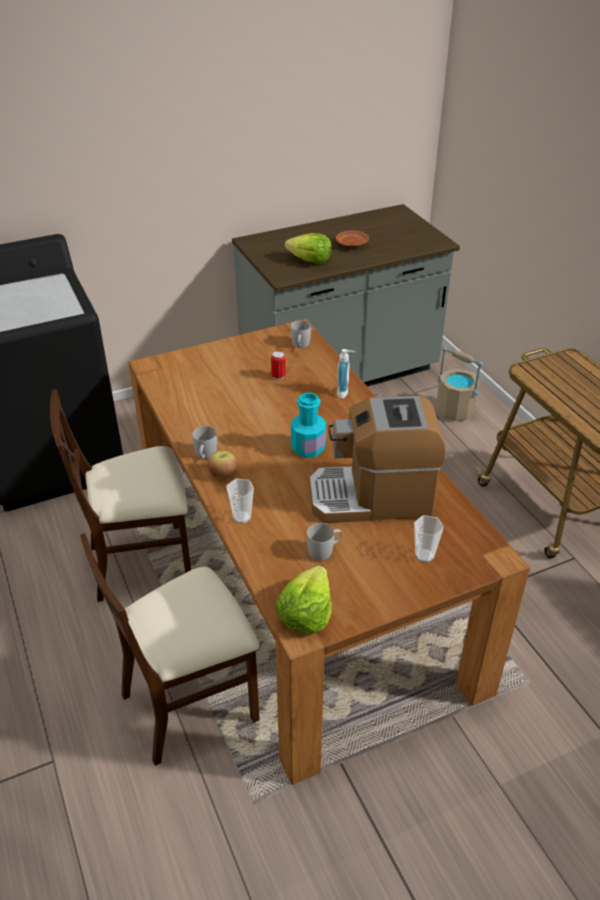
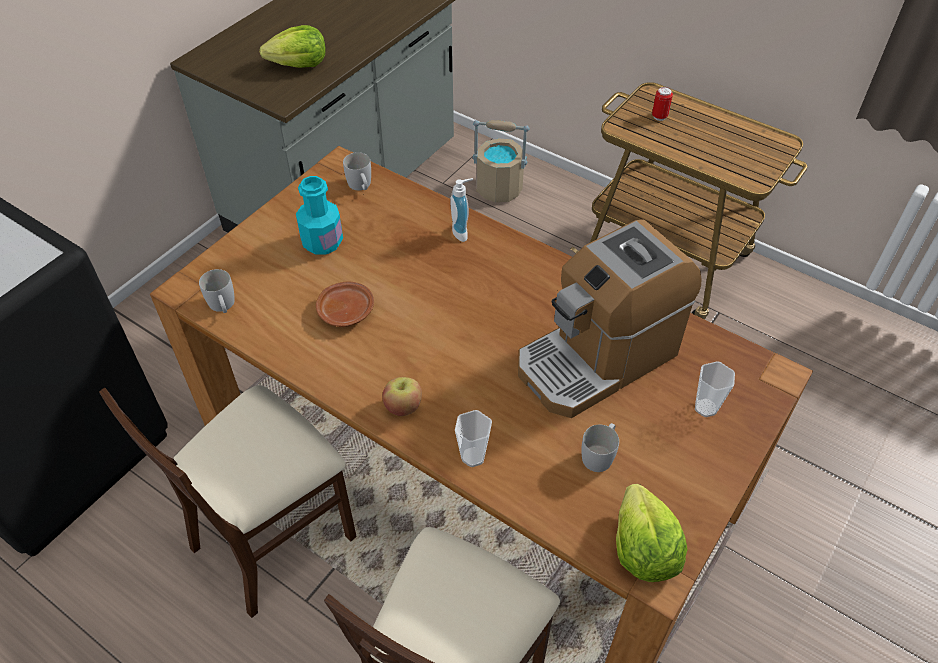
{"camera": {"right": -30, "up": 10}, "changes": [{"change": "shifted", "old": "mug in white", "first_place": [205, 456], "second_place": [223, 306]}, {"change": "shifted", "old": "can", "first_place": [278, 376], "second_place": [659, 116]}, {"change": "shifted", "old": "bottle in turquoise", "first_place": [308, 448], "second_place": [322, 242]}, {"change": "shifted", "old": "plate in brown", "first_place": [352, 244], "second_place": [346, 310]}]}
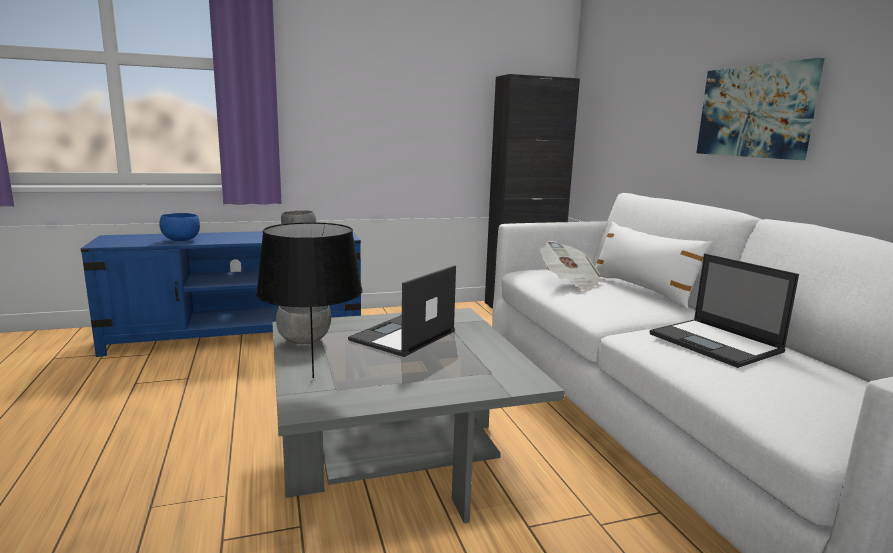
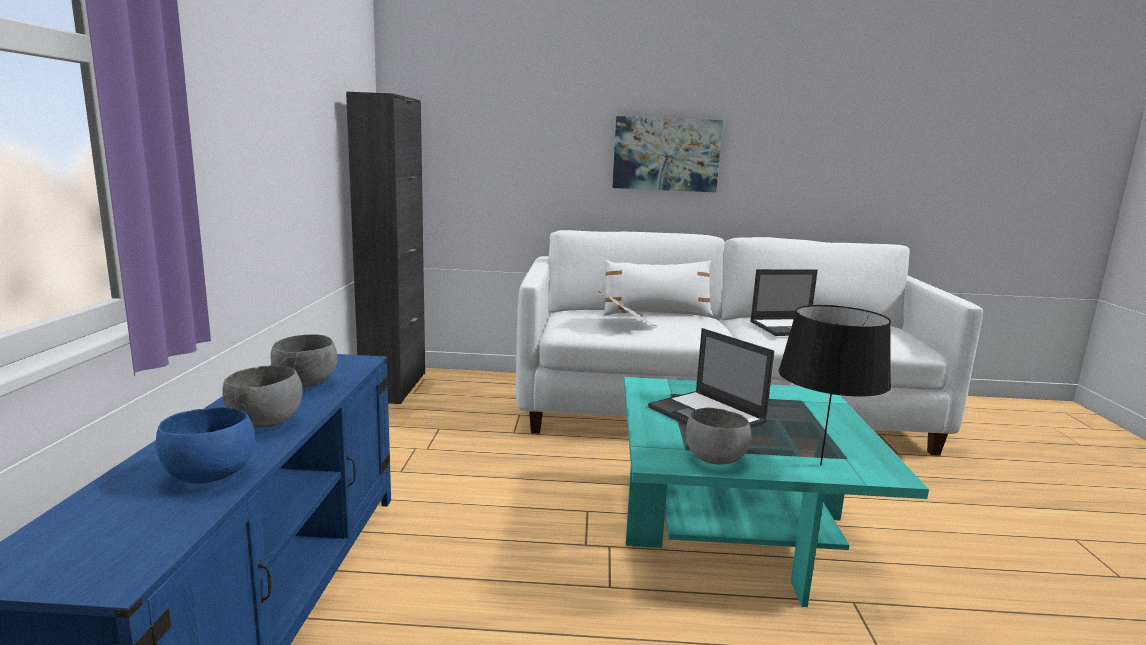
{"camera": {"right": -70, "up": 0}, "changes": [{"change": "new", "new": "bowl in grey", "second_place": [265, 423]}, {"change": "repainted", "old": "coffee table in grey", "new": "coffee table in turquoise", "first_place": [398, 457], "second_place": [737, 531]}]}
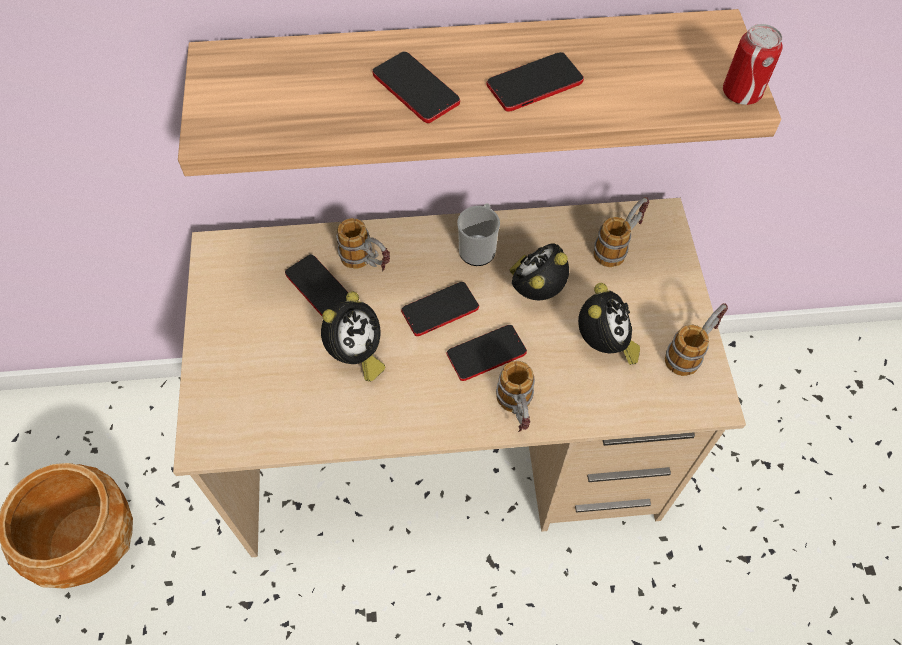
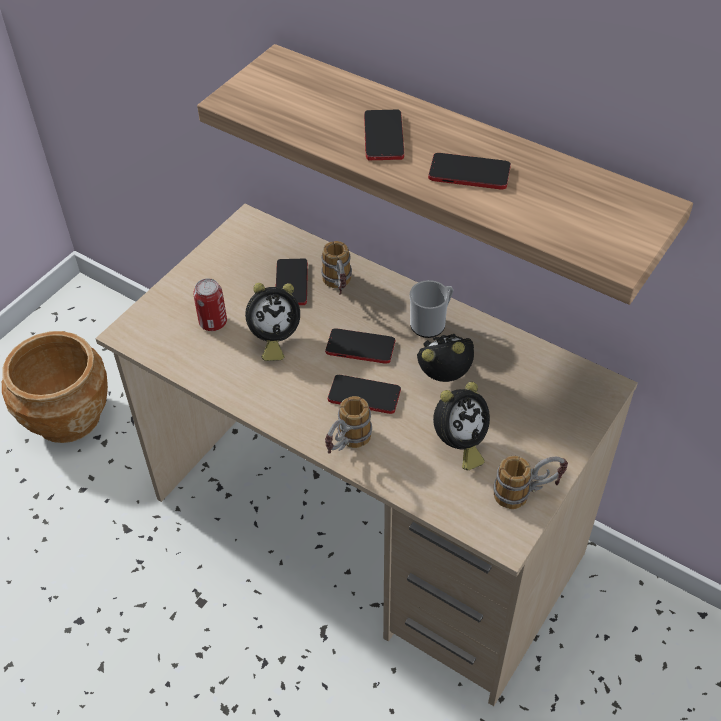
{"camera": {"right": 40, "up": -10}, "changes": [{"change": "gone", "old": "mug", "first_place": [618, 245]}, {"change": "shifted", "old": "can", "first_place": [741, 93], "second_place": [213, 322]}]}
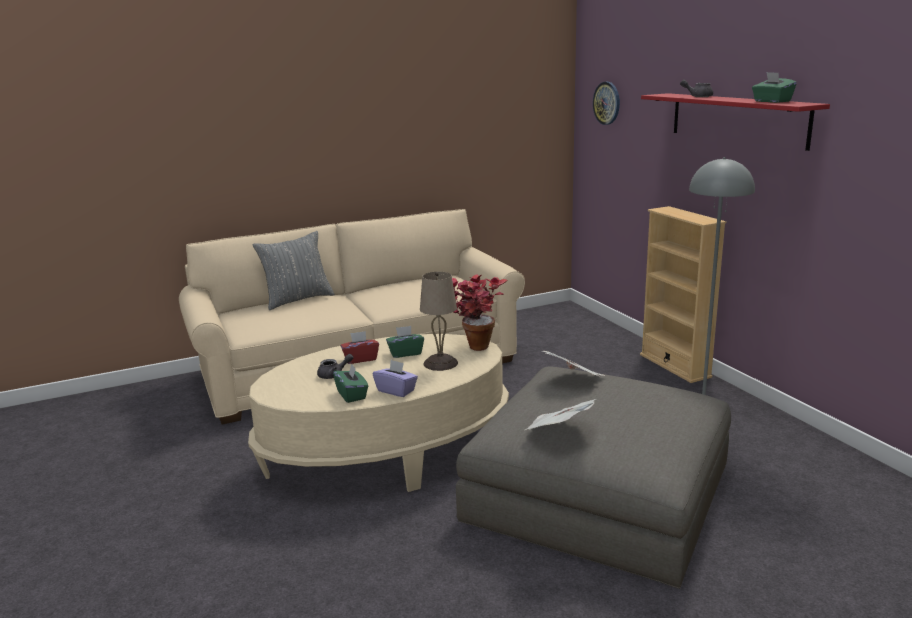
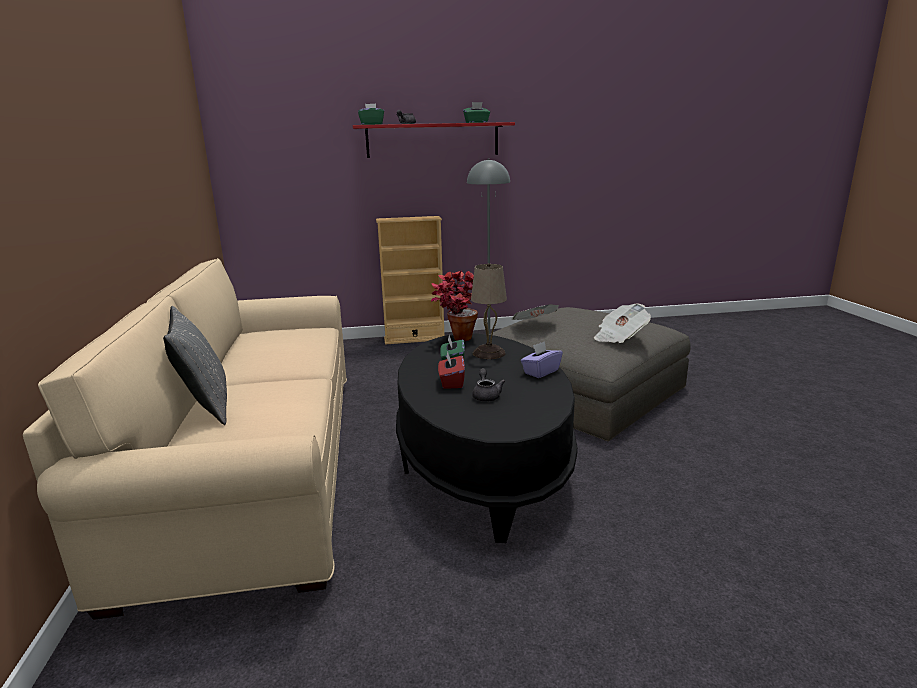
{"camera": {"right": -75, "up": 0}, "changes": [{"change": "gone", "old": "wall clock", "first_place": [607, 103]}, {"change": "shifted", "old": "tissue box in green", "first_place": [352, 395], "second_place": [371, 124]}, {"change": "repainted", "old": "coffee table in beige", "new": "coffee table in black", "first_place": [387, 453], "second_place": [482, 463]}]}
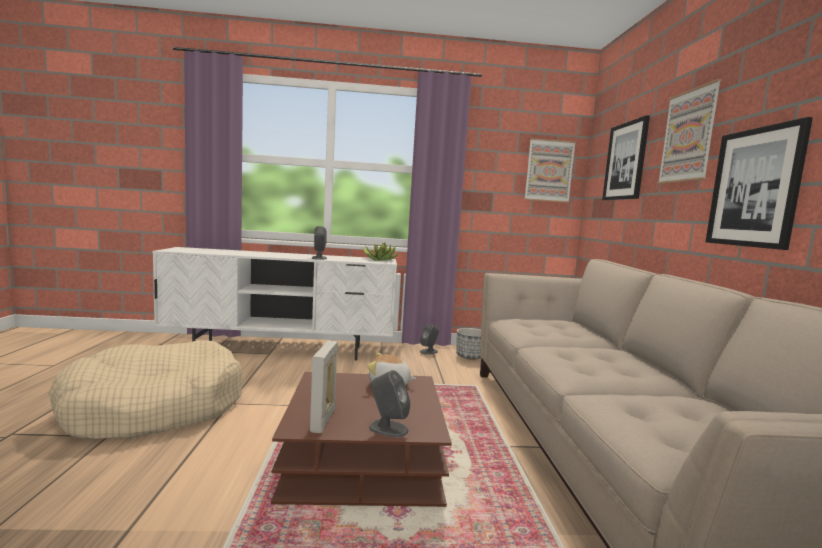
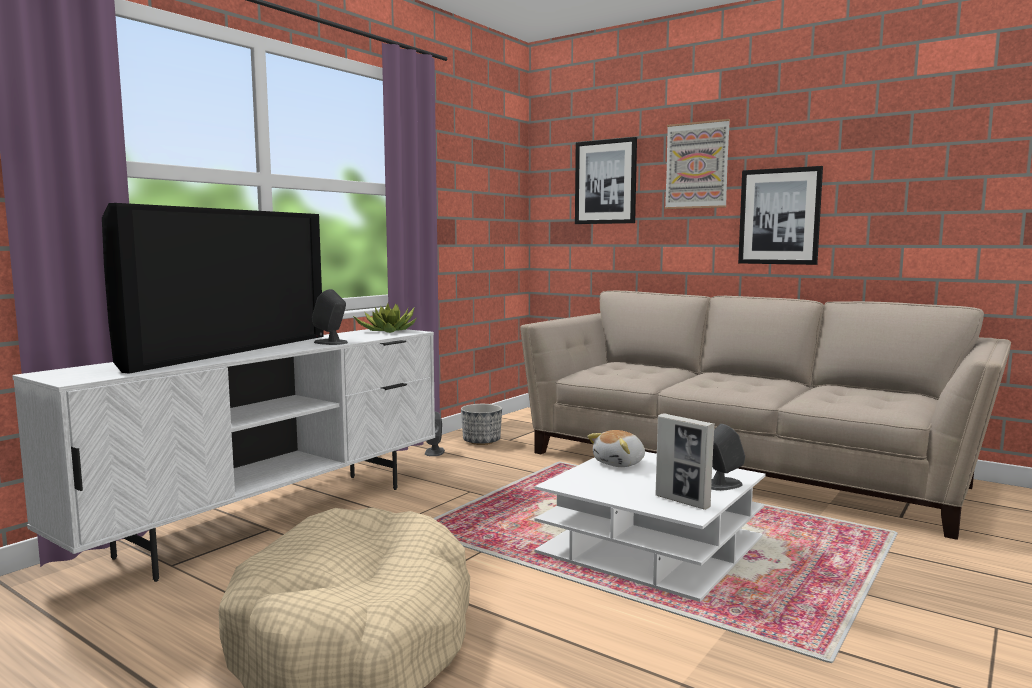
{"camera": {"right": -50, "up": 0}, "changes": [{"change": "gone", "old": "picture", "first_place": [549, 171]}, {"change": "new", "new": "television", "second_place": [230, 351]}, {"change": "repainted", "old": "coffee table in brown", "new": "coffee table in white", "first_place": [363, 458], "second_place": [651, 546]}]}
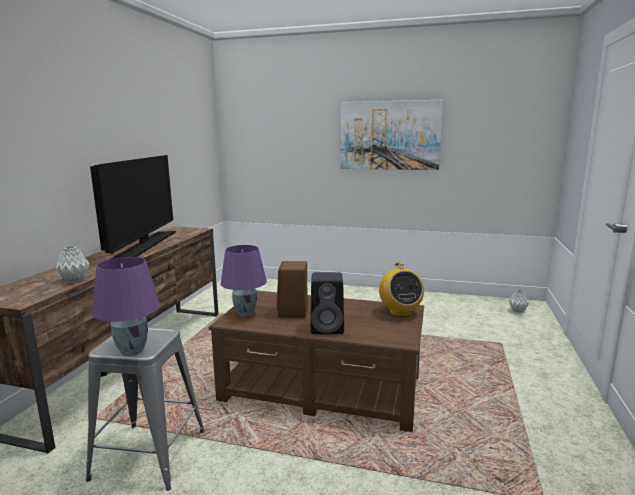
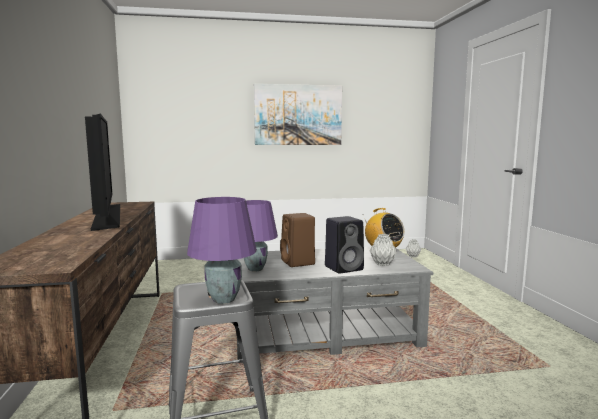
{"camera": {"right": -25, "up": -5}, "changes": [{"change": "shifted", "old": "vase in grey", "first_place": [75, 280], "second_place": [383, 264]}, {"change": "repainted", "old": "coffee table in brown", "new": "coffee table in grey", "first_place": [323, 388], "second_place": [325, 333]}]}
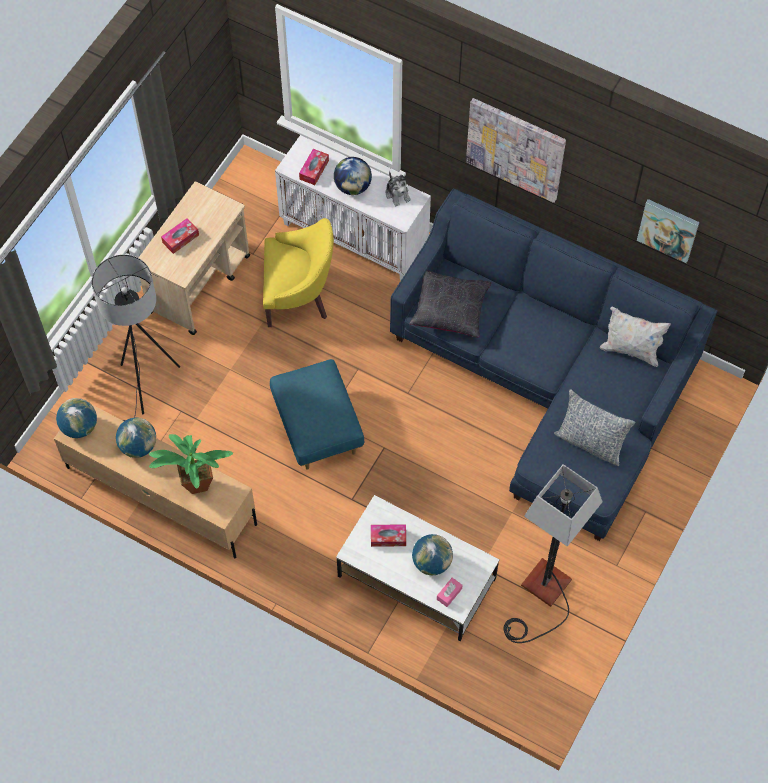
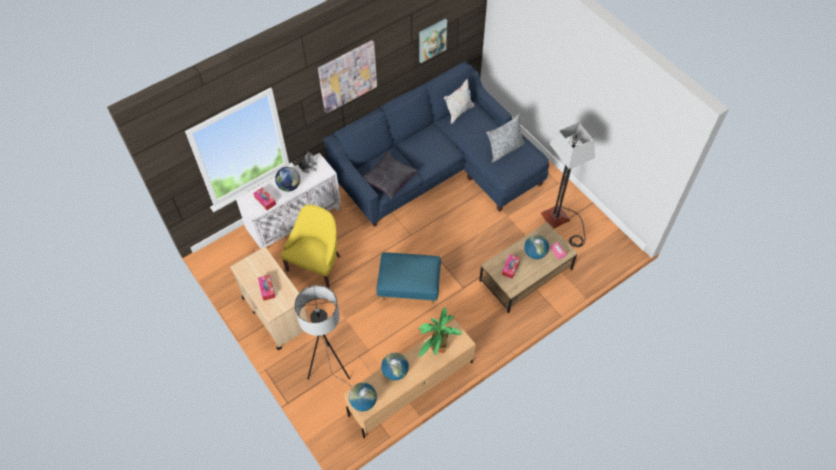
{"camera": {"right": -65, "up": -5}, "changes": [{"change": "repainted", "old": "coffee table in white", "new": "coffee table in brown", "first_place": [418, 577], "second_place": [526, 274]}]}
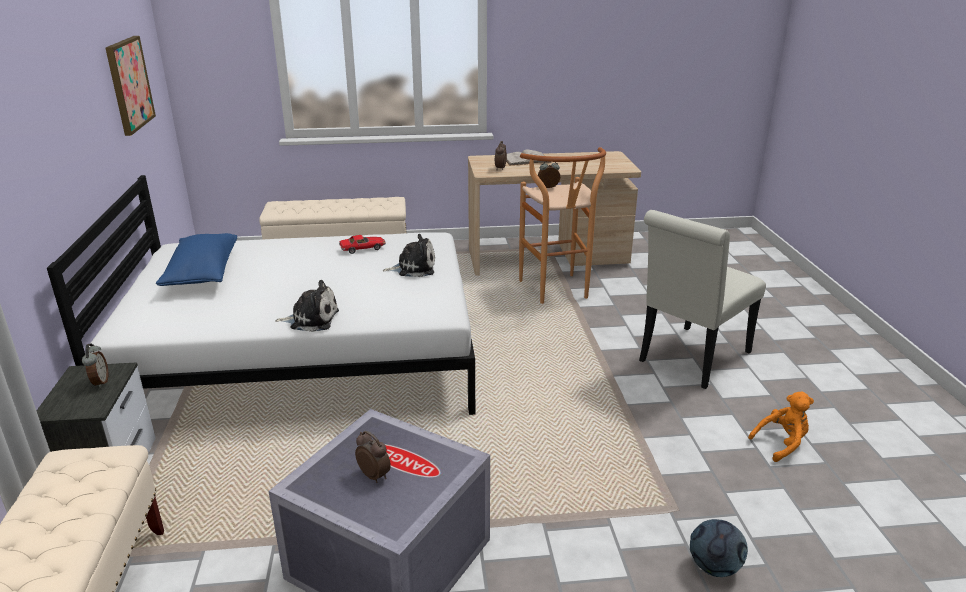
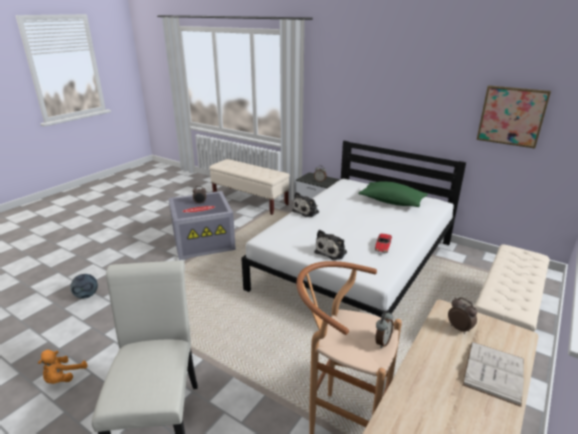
{"camera": {"right": 130, "up": 0}, "changes": [{"change": "repainted", "old": "pillow in blue", "new": "pillow in green", "first_place": [202, 273], "second_place": [392, 202]}]}
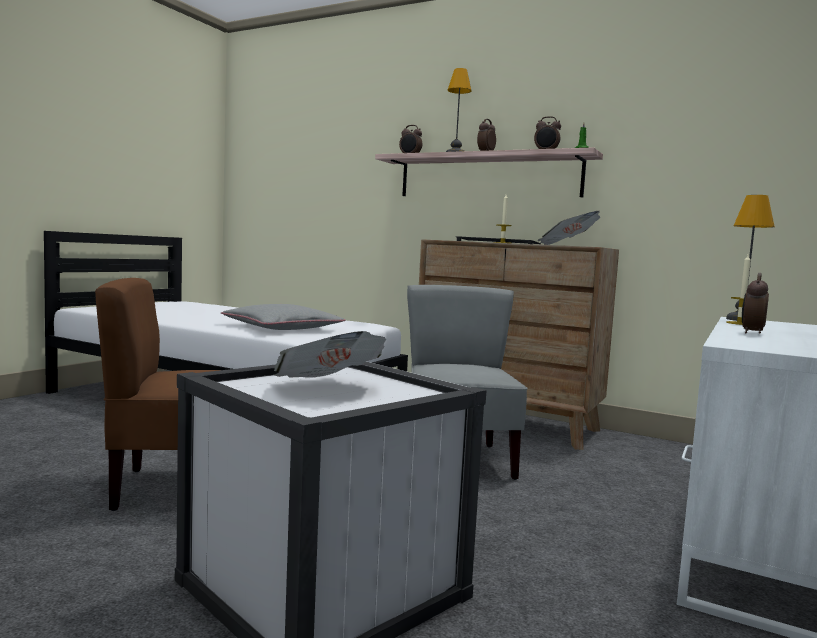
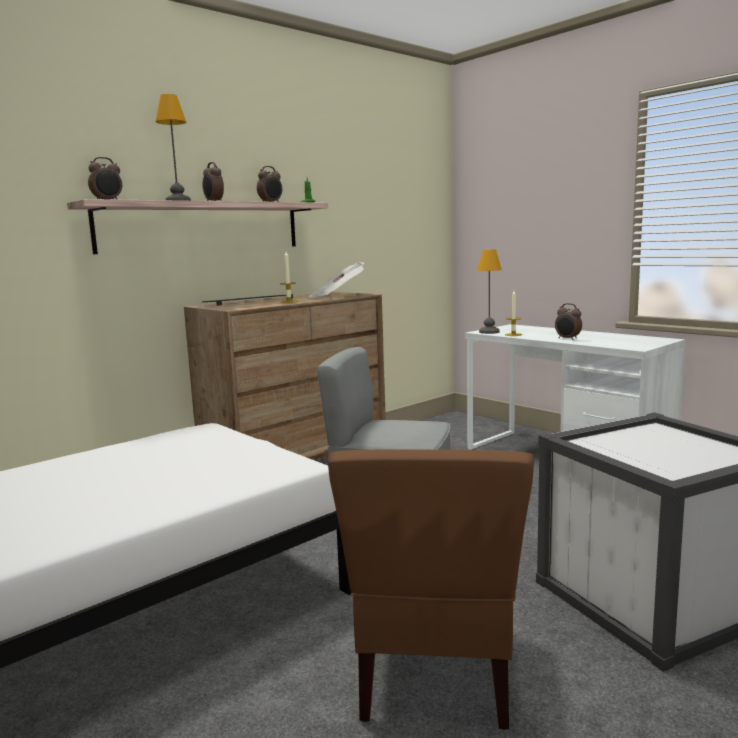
{"camera": {"right": -70, "up": 5}, "changes": [{"change": "gone", "old": "pillow in grey", "first_place": [282, 328]}, {"change": "gone", "old": "newspaper", "first_place": [327, 388]}]}
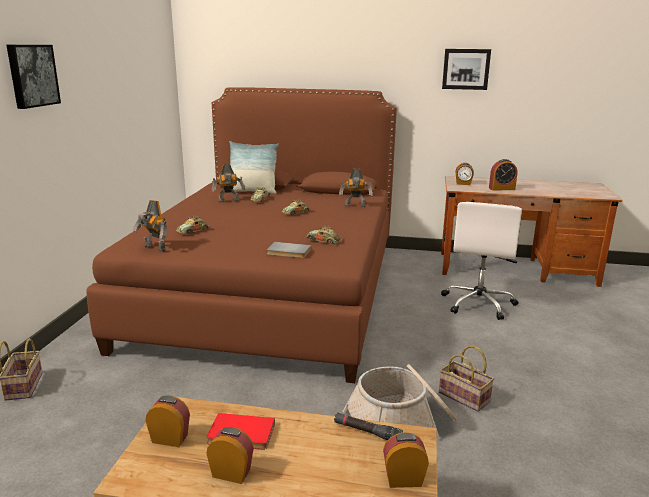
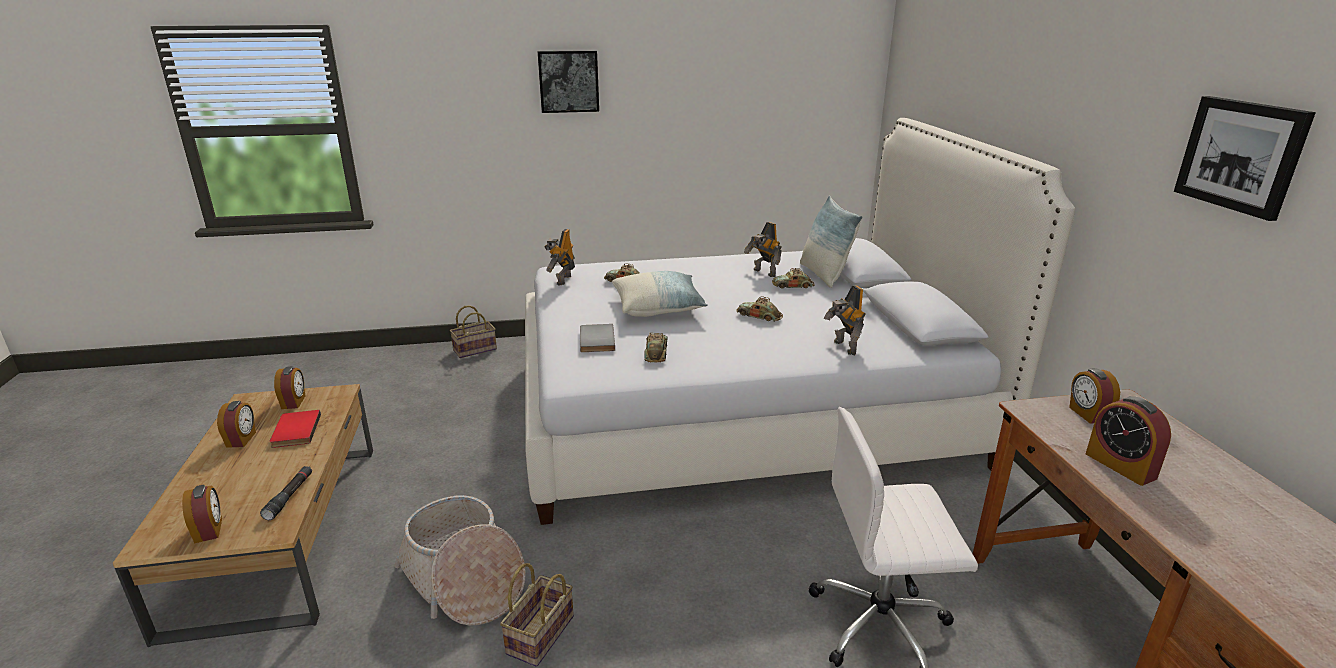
{"camera": {"right": 70, "up": 5}, "changes": [{"change": "new", "new": "pillow", "second_place": [658, 308]}, {"change": "repainted", "old": "bed in brown", "new": "bed in white", "first_place": [271, 292], "second_place": [741, 409]}]}
